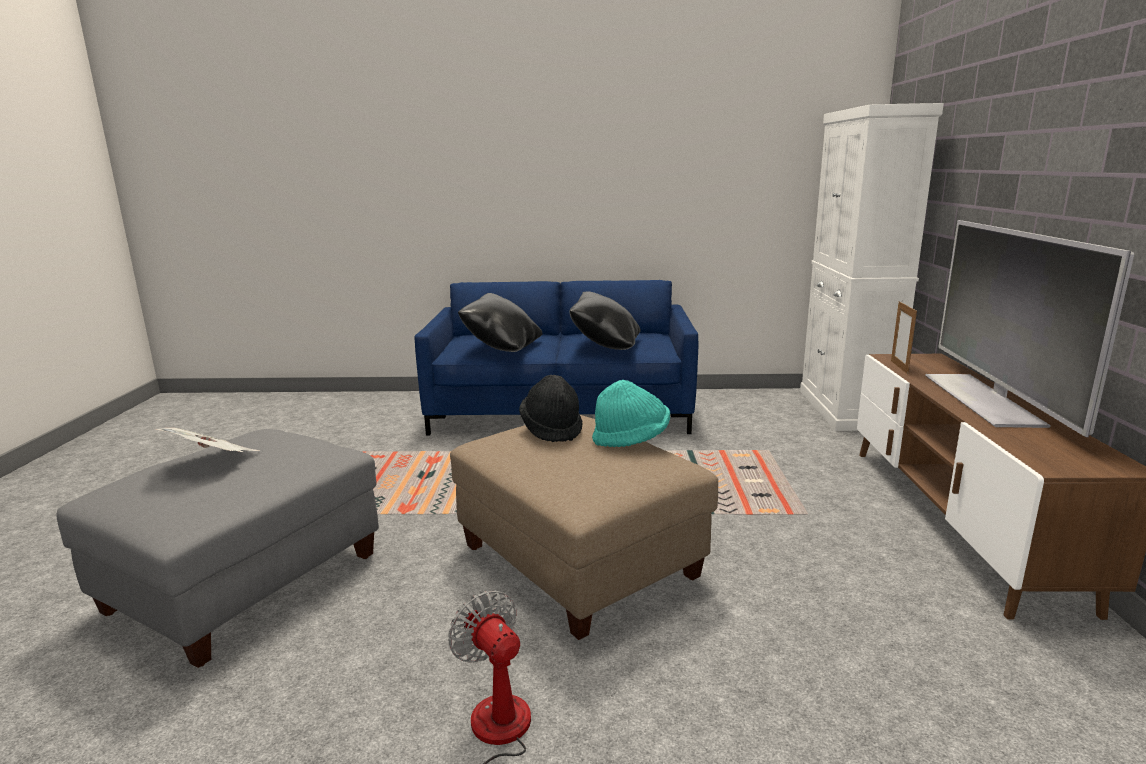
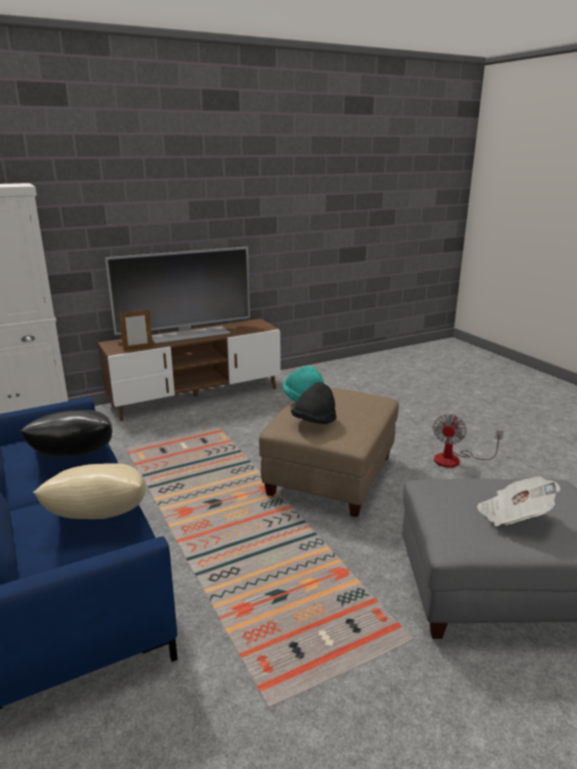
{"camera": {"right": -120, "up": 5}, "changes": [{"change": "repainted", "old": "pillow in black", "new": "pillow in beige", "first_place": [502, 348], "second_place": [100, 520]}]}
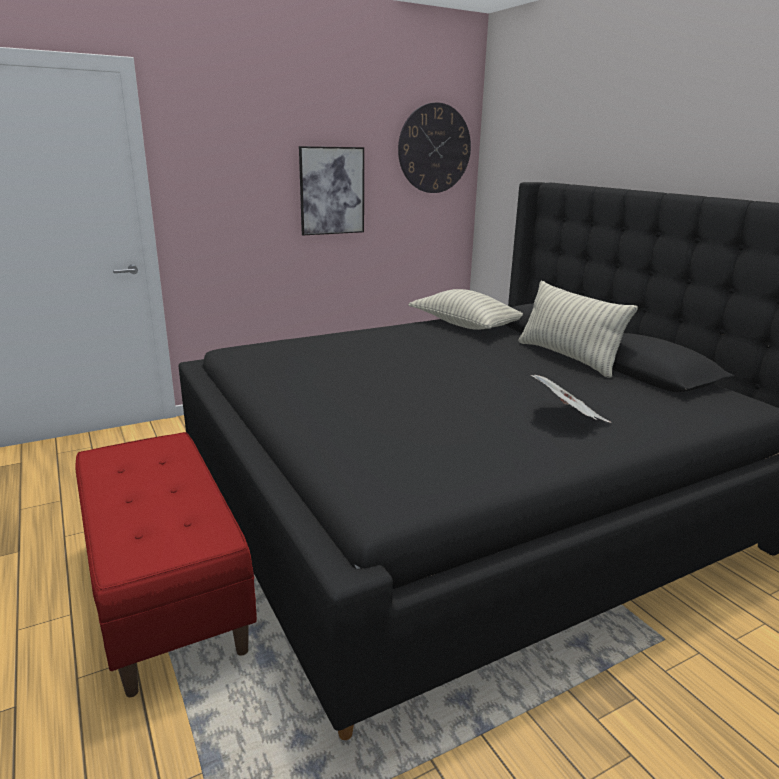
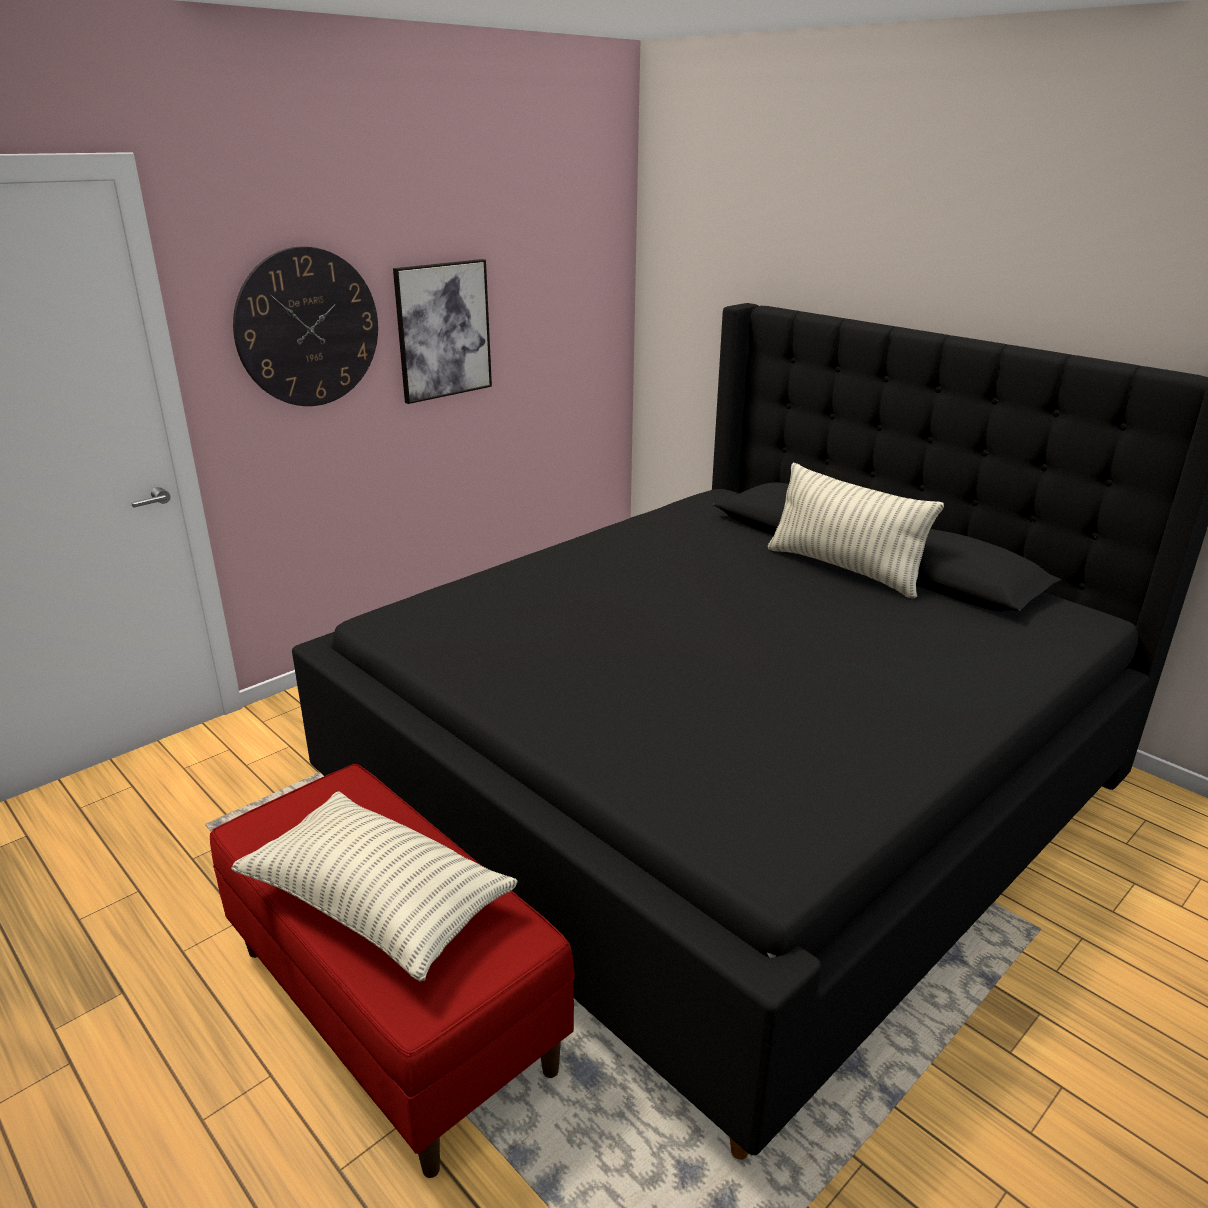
{"camera": {"right": -15, "up": 5}, "changes": [{"change": "gone", "old": "newspaper", "first_place": [568, 418]}, {"change": "shifted", "old": "wall clock", "first_place": [434, 148], "second_place": [308, 328]}, {"change": "shifted", "old": "pillow", "first_place": [465, 325], "second_place": [377, 904]}]}
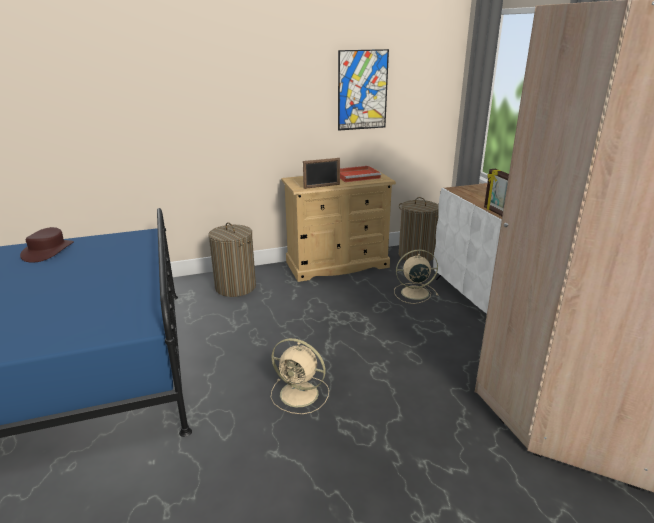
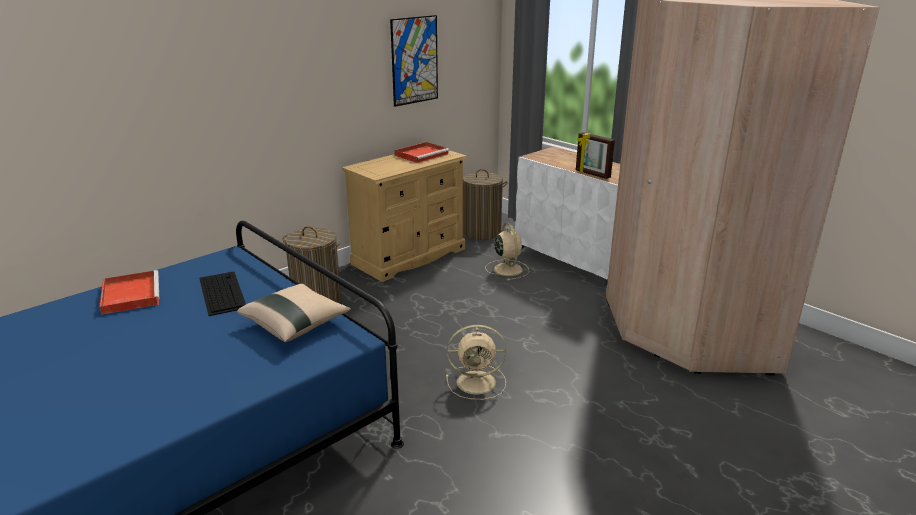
{"camera": {"right": -25, "up": 0}, "changes": [{"change": "gone", "old": "picture frame", "first_place": [322, 186]}, {"change": "new", "new": "keyboard", "second_place": [221, 292]}, {"change": "new", "new": "pillow in beige", "second_place": [296, 325]}, {"change": "swapped", "old": "hat in brown", "new": "tray in red", "first_place": [48, 251], "second_place": [130, 294]}, {"change": "rotated", "old": "fan in beige", "first_place": [413, 293], "second_place": [507, 269], "degrees": 105}]}
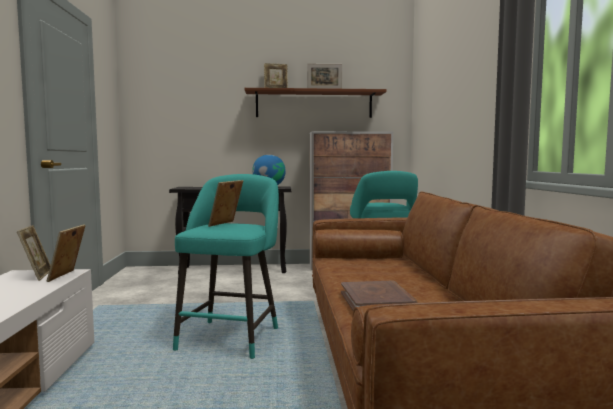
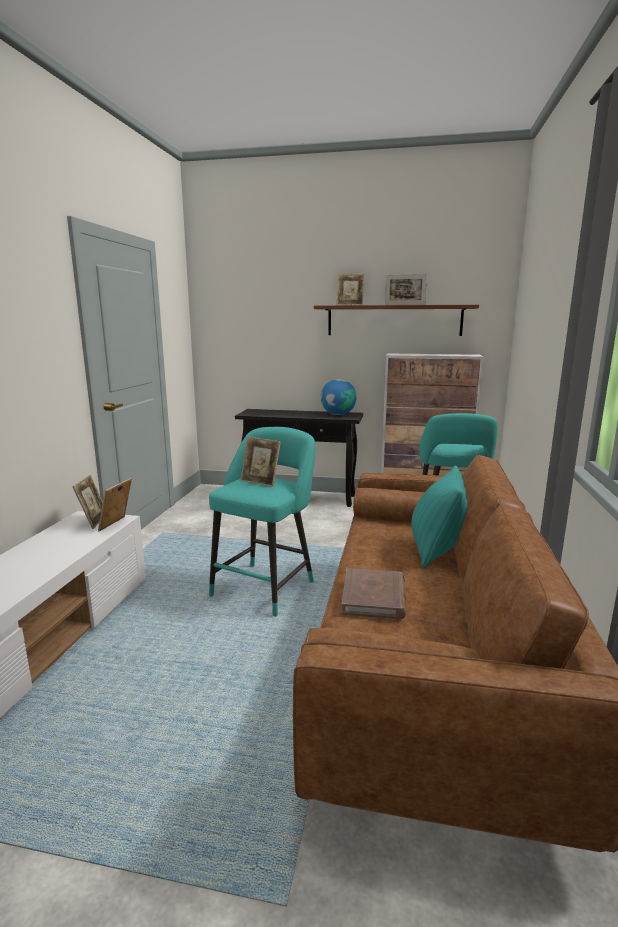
{"camera": {"right": 15, "up": 10}, "changes": [{"change": "new", "new": "pillow in turquoise", "second_place": [436, 550]}, {"change": "rotated", "old": "picture frame", "first_place": [226, 224], "second_place": [260, 482], "degrees": -105}]}
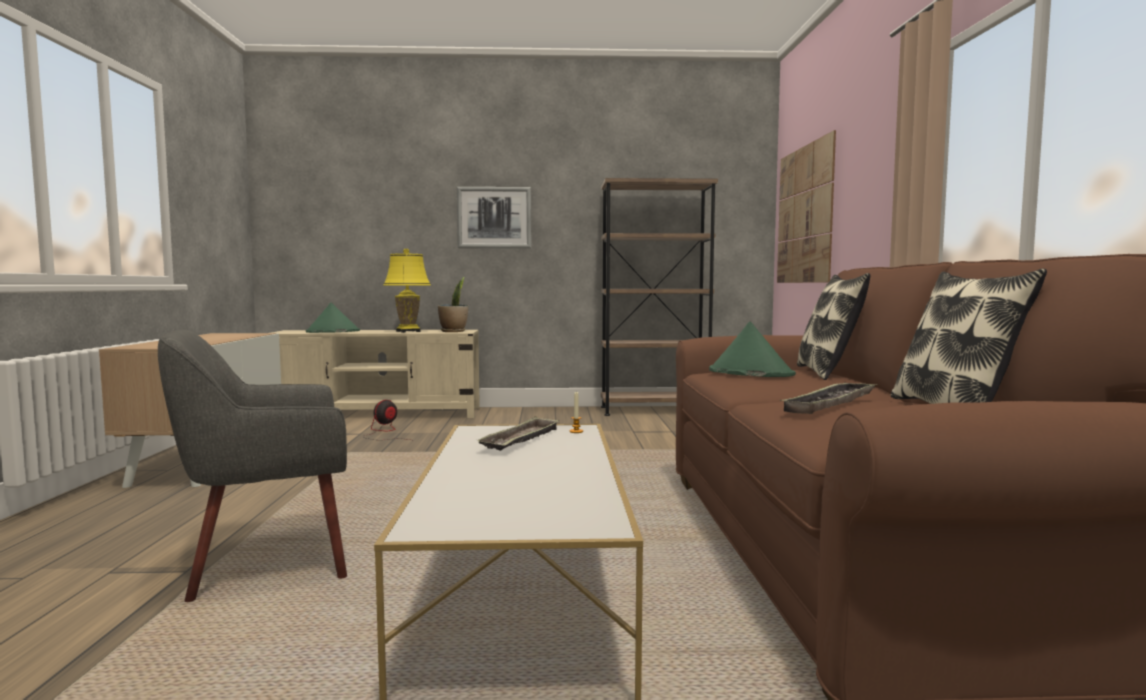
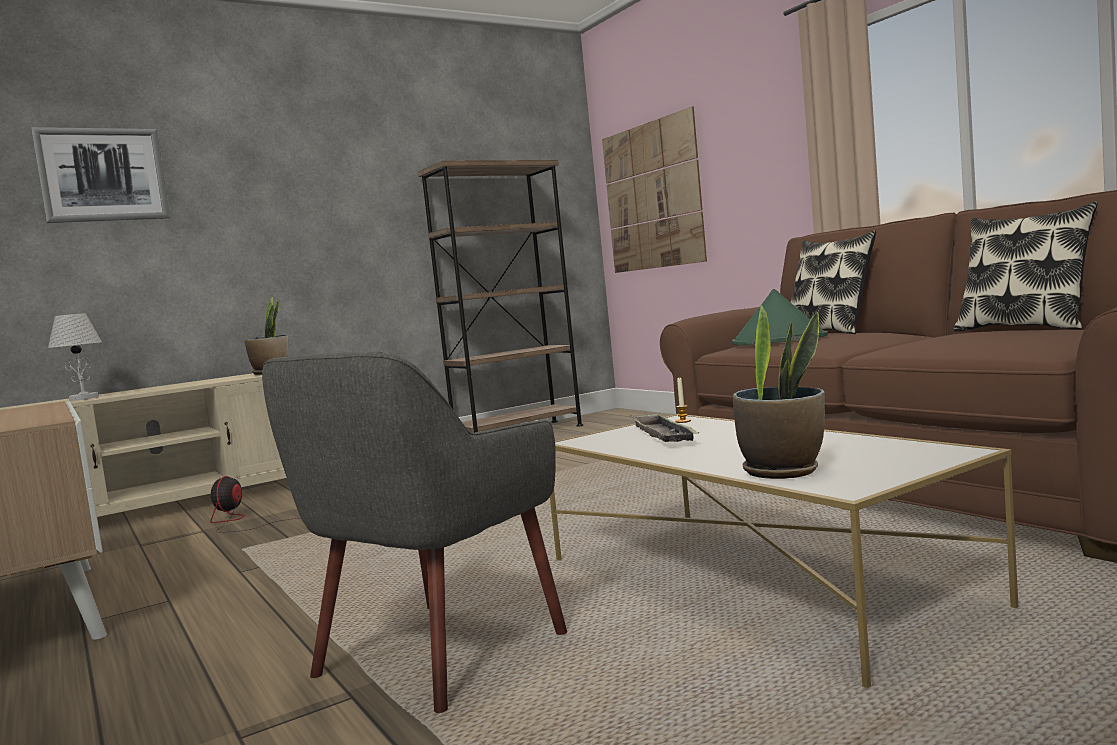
{"camera": {"right": -30, "up": 0}, "changes": [{"change": "gone", "old": "table lamp in yellow", "first_place": [408, 331]}, {"change": "gone", "old": "tray", "first_place": [830, 404]}, {"change": "new", "new": "potted plant", "second_place": [782, 471]}, {"change": "shifted", "old": "picture", "first_place": [494, 218], "second_place": [103, 175]}, {"change": "swapped", "old": "hat in green", "new": "table lamp in white", "first_place": [332, 331], "second_place": [83, 398]}]}
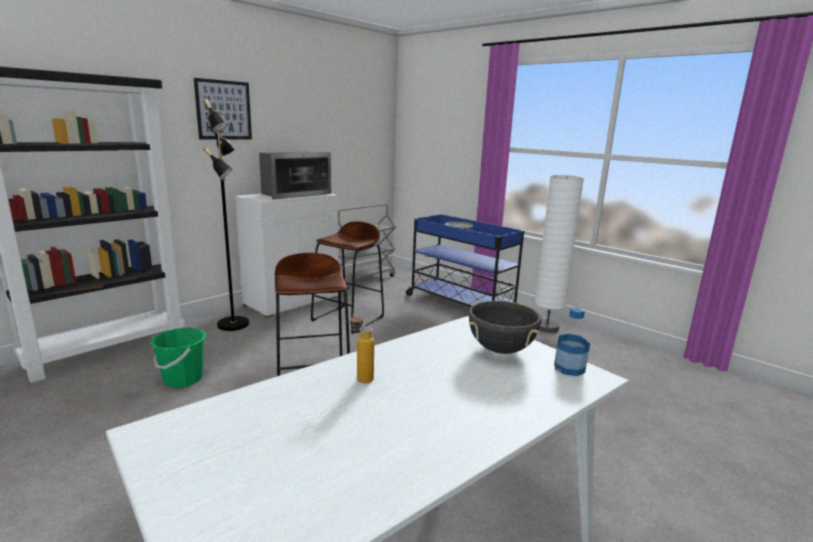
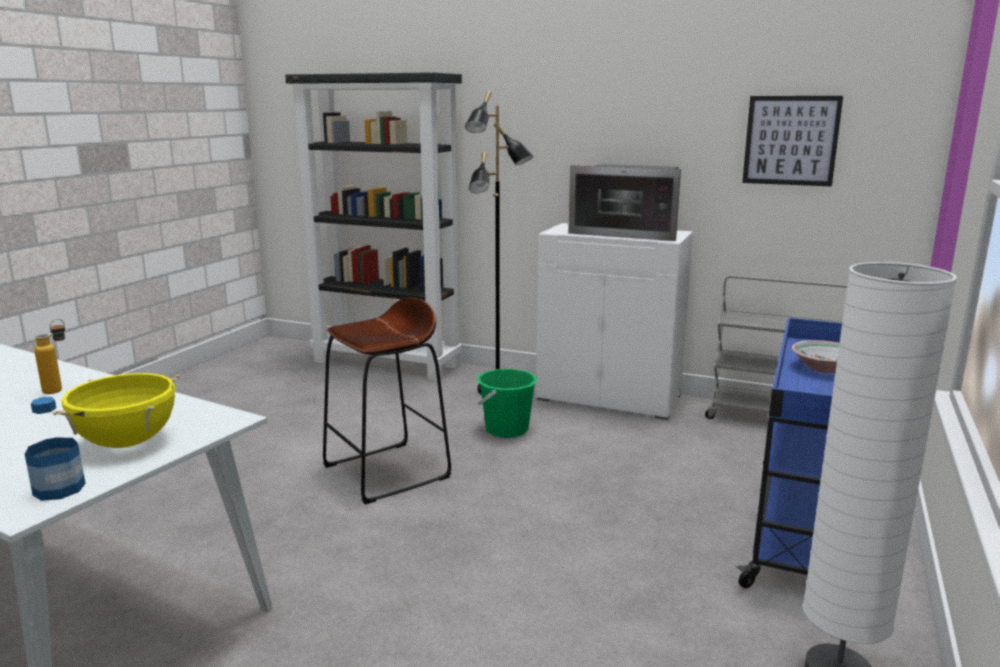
{"camera": {"right": 70, "up": 0}, "changes": [{"change": "gone", "old": "stool in brown", "first_place": [348, 318]}, {"change": "shifted", "old": "bucket in green", "first_place": [183, 379], "second_place": [506, 429]}, {"change": "shifted", "old": "picture", "first_place": [224, 110], "second_place": [791, 140]}, {"change": "repainted", "old": "cooking pot in black", "new": "cooking pot in yellow", "first_place": [500, 349], "second_place": [128, 443]}]}
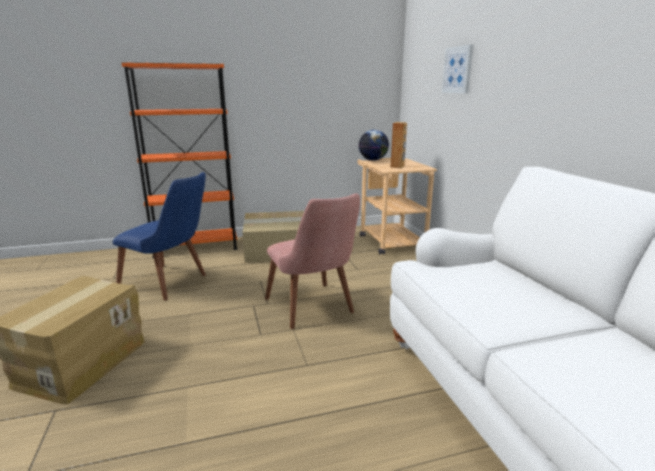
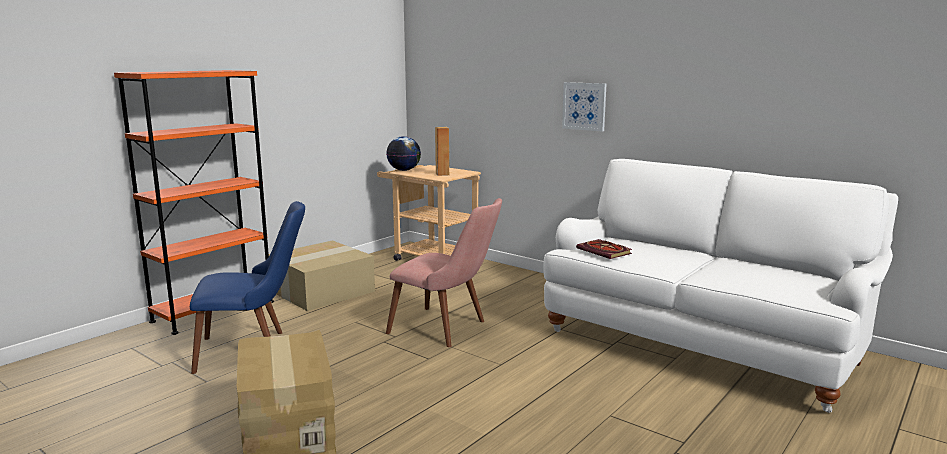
{"camera": {"right": -35, "up": -5}, "changes": [{"change": "new", "new": "book", "second_place": [605, 251]}, {"change": "shifted", "old": "picture", "first_place": [458, 70], "second_place": [584, 106]}]}
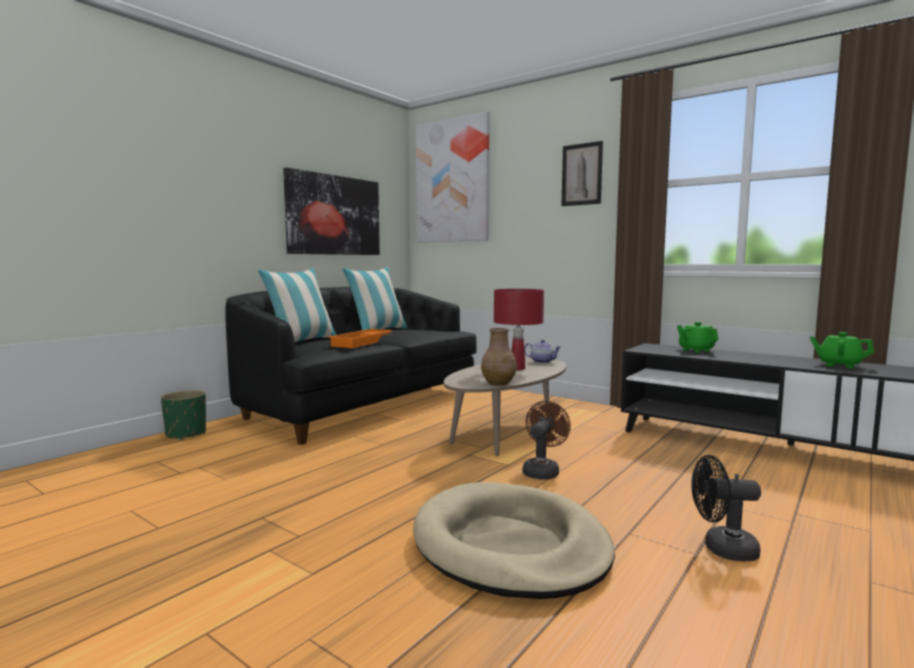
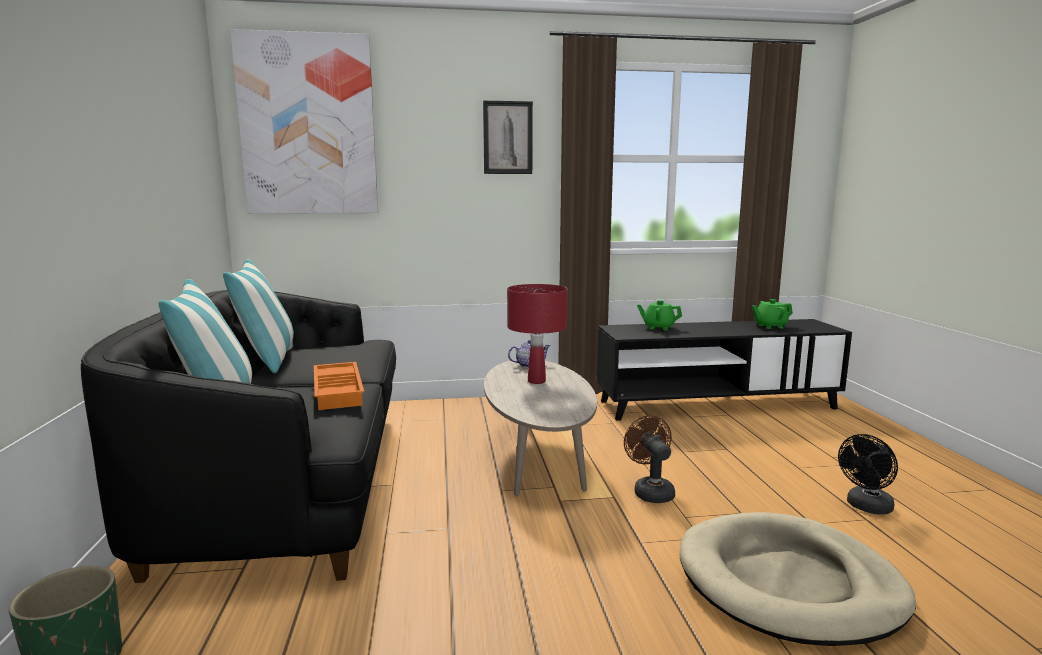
{"camera": {"right": -45, "up": 5}, "changes": [{"change": "gone", "old": "picture", "first_place": [334, 215]}, {"change": "gone", "old": "vase in brown", "first_place": [499, 383]}]}
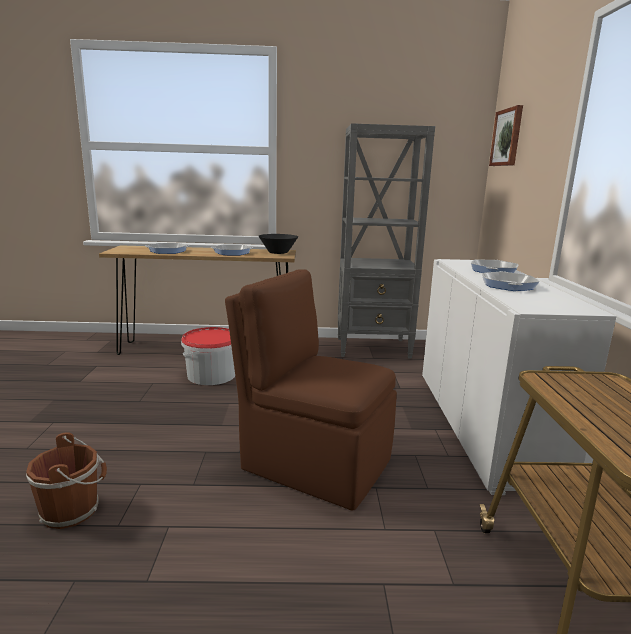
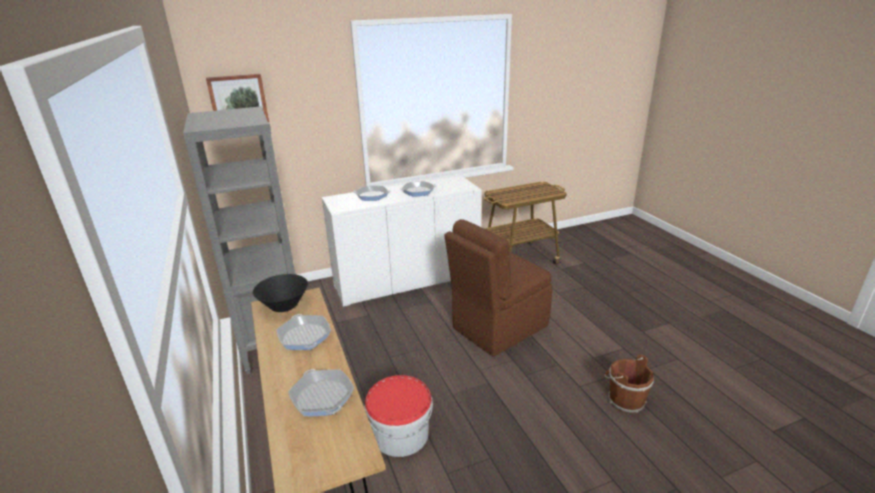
{"camera": {"right": -110, "up": 10}, "changes": [{"change": "rotated", "old": "chair in brown", "first_place": [313, 462], "second_place": [498, 328], "degrees": 45}]}
